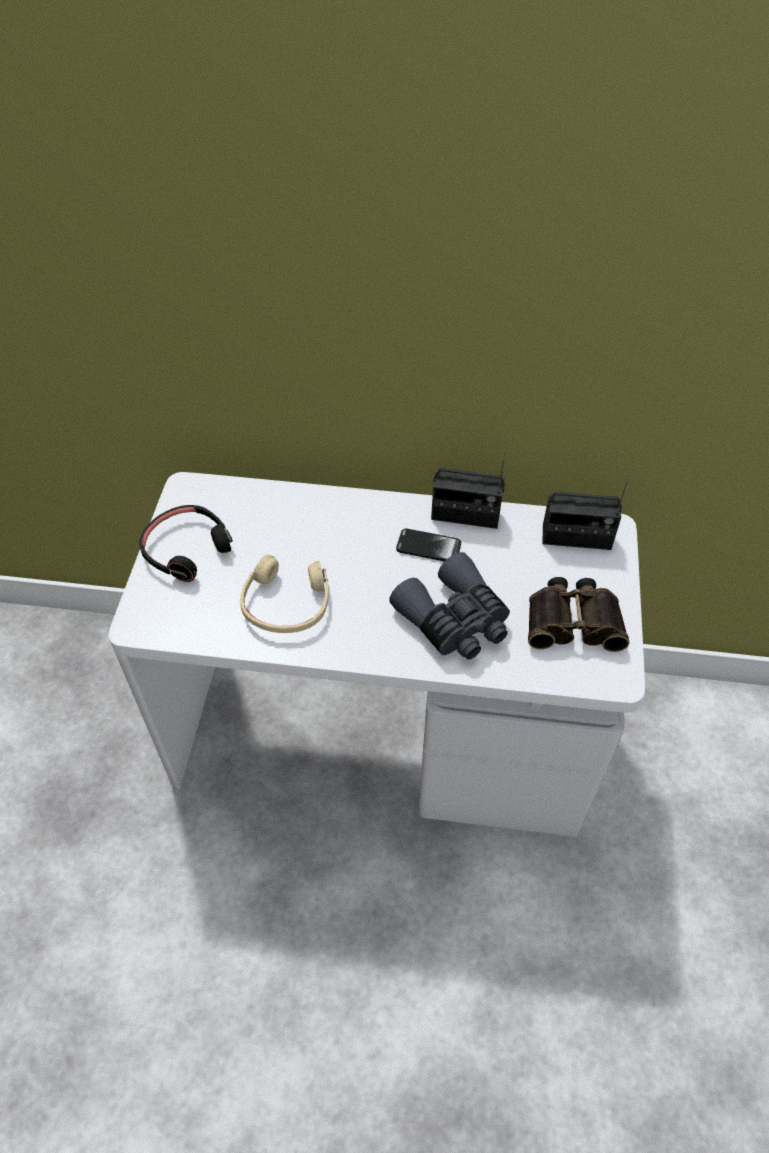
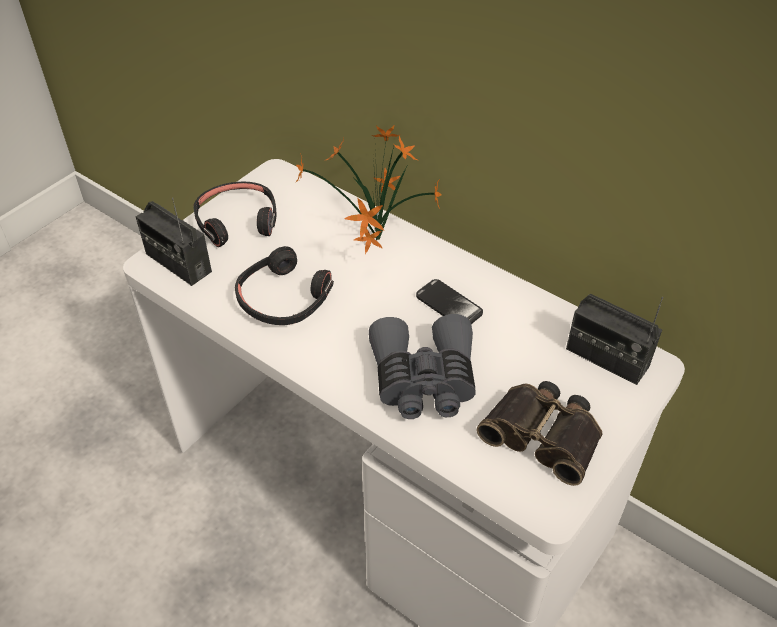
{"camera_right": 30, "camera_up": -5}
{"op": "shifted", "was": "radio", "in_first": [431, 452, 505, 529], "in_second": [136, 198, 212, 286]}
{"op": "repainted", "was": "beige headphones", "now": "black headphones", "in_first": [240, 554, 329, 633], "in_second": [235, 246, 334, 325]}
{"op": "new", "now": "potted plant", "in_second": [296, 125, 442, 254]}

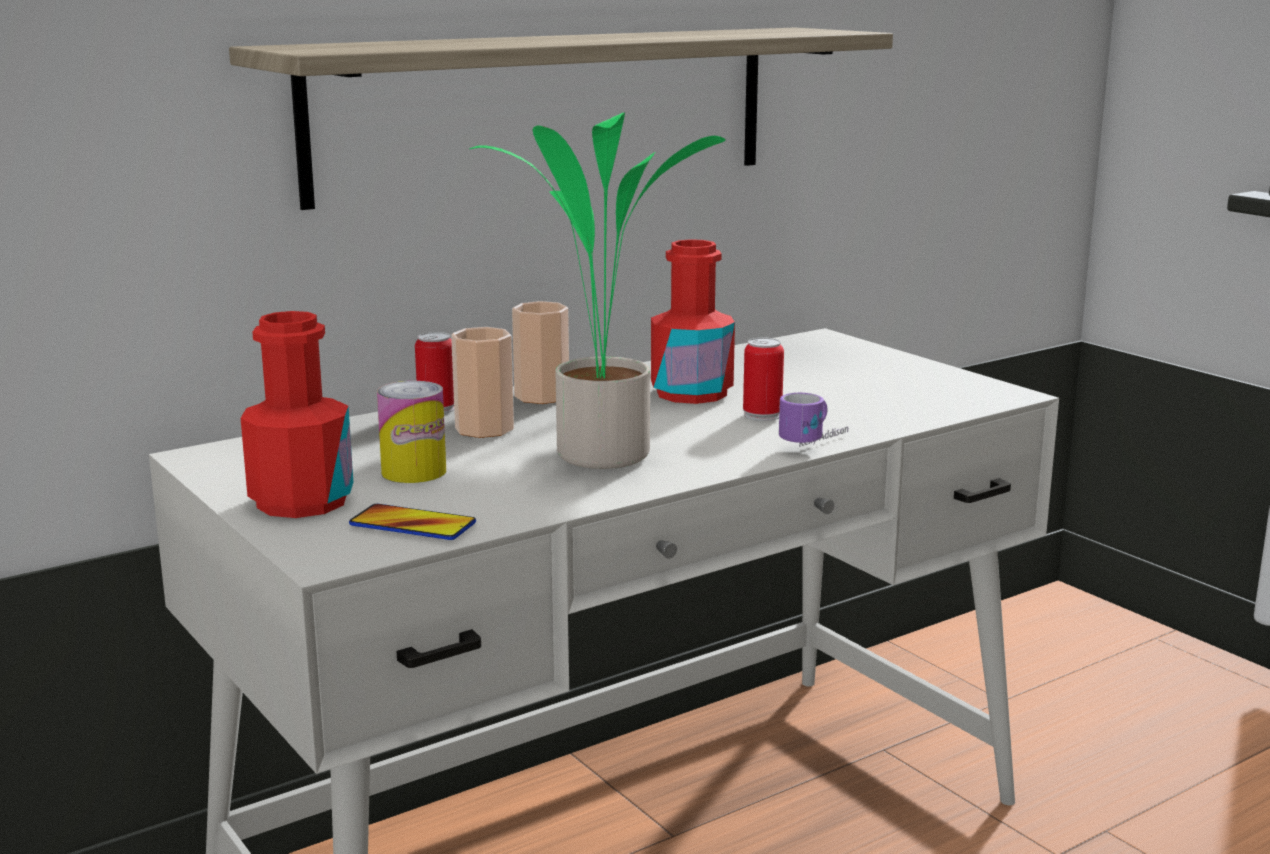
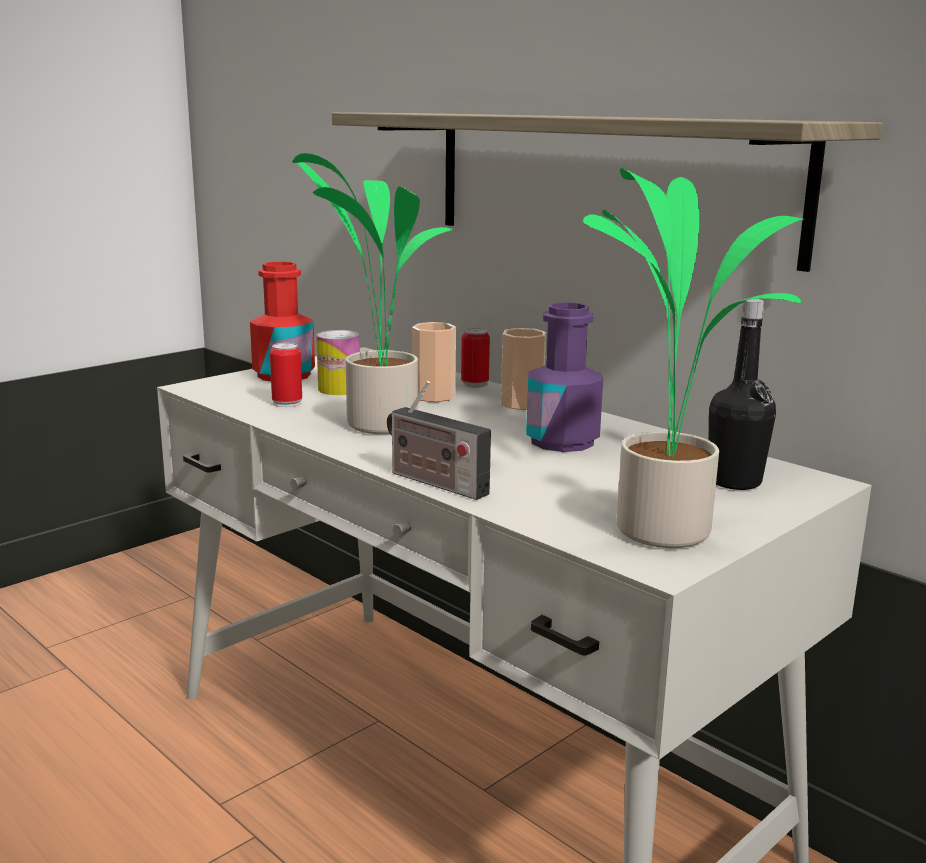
{"camera_right": 80, "camera_up": 0}
{"op": "shifted", "was": "can", "in_first": [743, 338, 784, 421], "in_second": [270, 343, 302, 407]}
{"op": "swapped", "was": "mug", "now": "radio", "in_first": [779, 393, 848, 447], "in_second": [387, 381, 491, 500]}
{"op": "repainted", "was": "red bottle", "now": "purple bottle", "in_first": [651, 239, 735, 404], "in_second": [526, 302, 603, 452]}
{"op": "new", "now": "potted plant", "in_second": [583, 168, 805, 548]}
{"op": "new", "now": "black bottle", "in_second": [709, 299, 776, 490]}
{"op": "gone", "was": "phone", "in_first": [349, 504, 476, 540]}

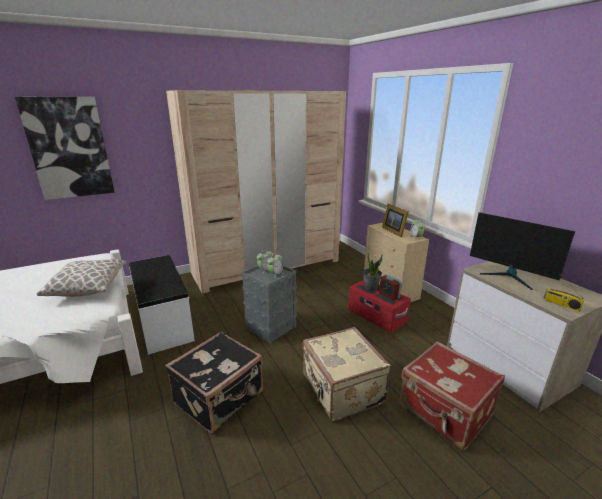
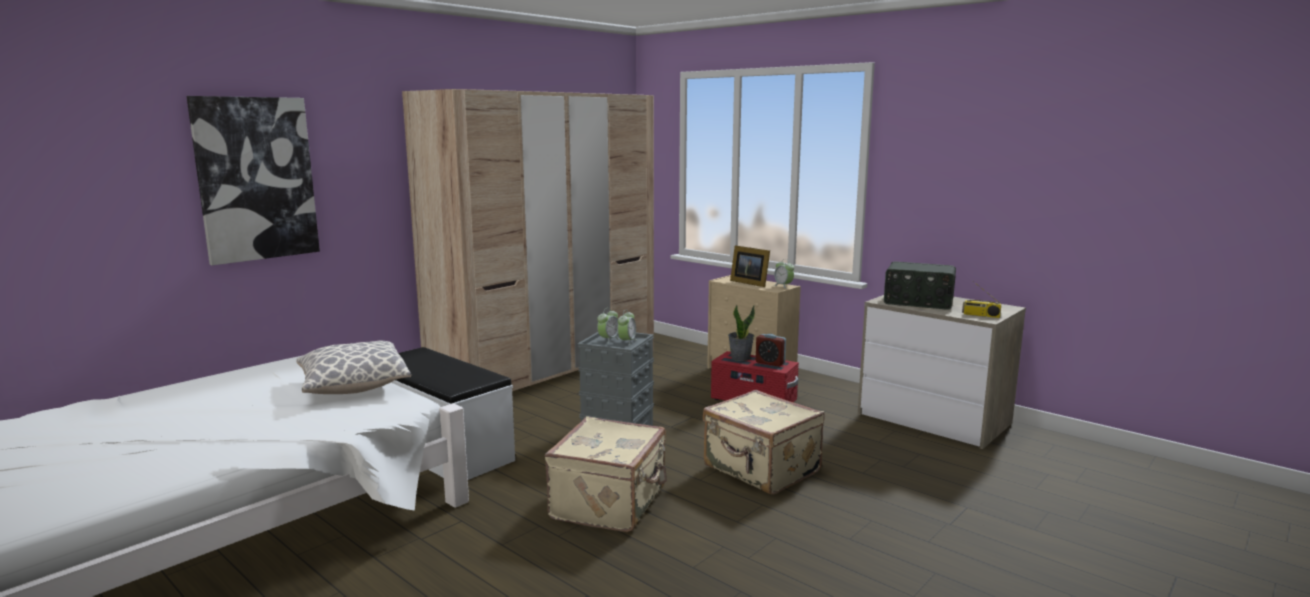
{"camera_right": -20, "camera_up": -10}
{"op": "repainted", "was": "black suitcase", "now": "beige suitcase", "in_first": [165, 331, 263, 433], "in_second": [545, 416, 667, 532]}
{"op": "swapped", "was": "monitor", "now": "radio", "in_first": [470, 212, 575, 290], "in_second": [884, 262, 956, 310]}
{"op": "gone", "was": "red suitcase", "in_first": [399, 341, 505, 450]}

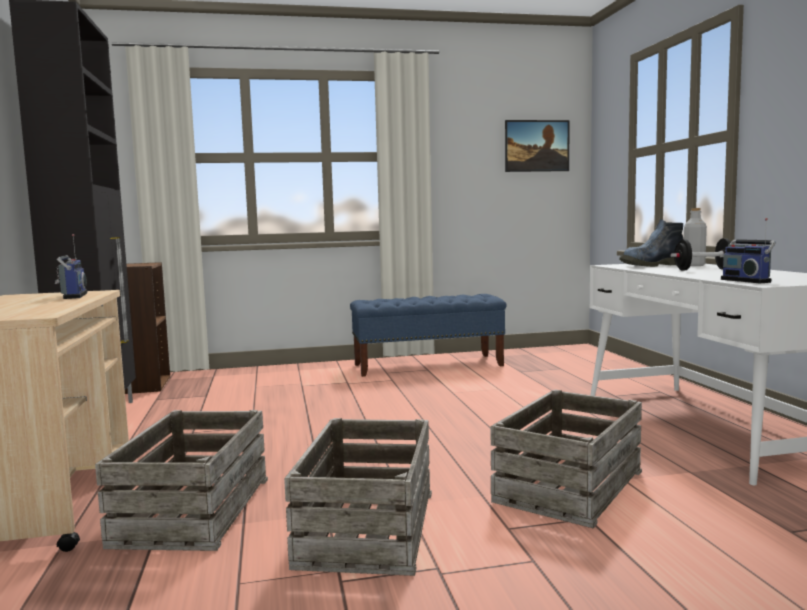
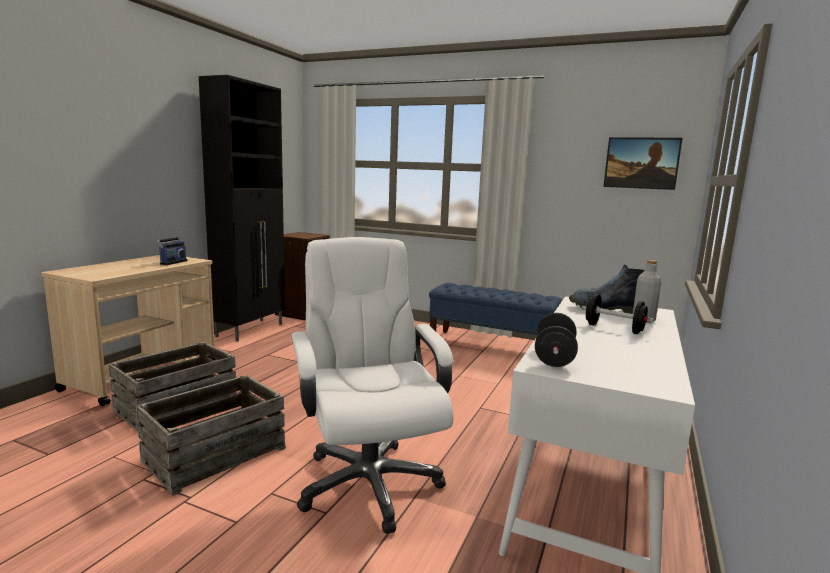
{"camera_right": 35, "camera_up": 5}
{"op": "swapped", "was": "crate", "now": "white office chair", "in_first": [491, 390, 642, 528], "in_second": [291, 237, 454, 534]}
{"op": "swapped", "was": "radio", "now": "black dumbbell", "in_first": [721, 218, 776, 283], "in_second": [535, 313, 578, 367]}

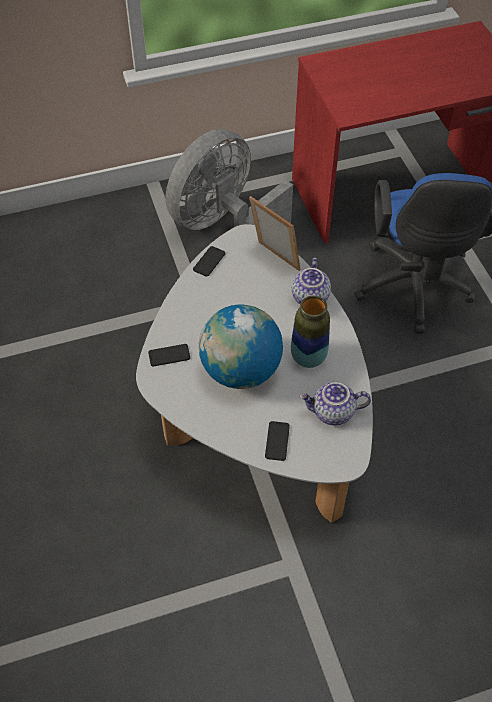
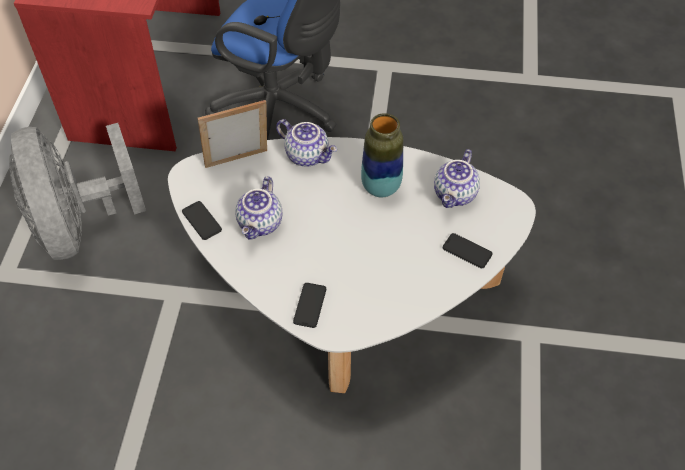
{"camera_right": -65, "camera_up": 0}
{"op": "new", "now": "teapot", "in_second": [235, 176, 282, 240]}
{"op": "gone", "was": "globe", "in_first": [199, 304, 283, 389]}

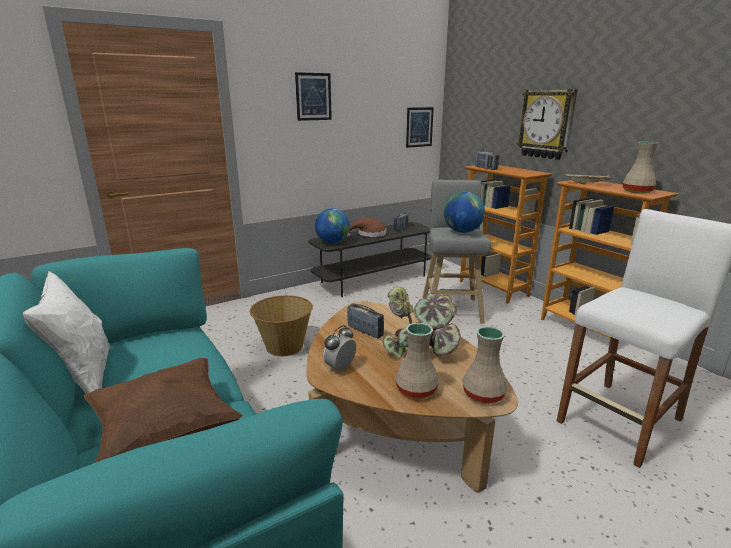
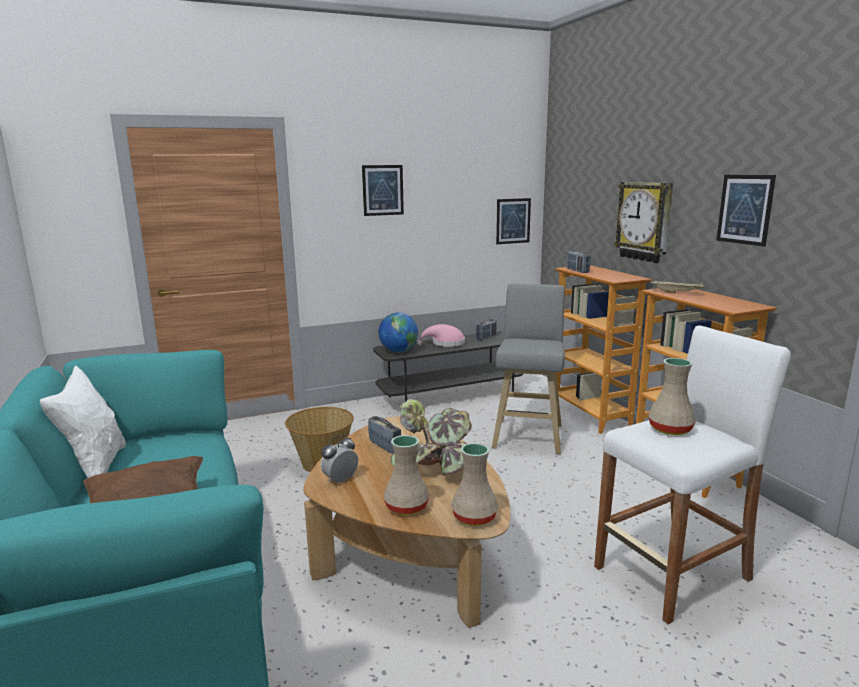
{"camera_right": 10, "camera_up": -5}
{"op": "repainted", "was": "brown hat", "now": "pink hat", "in_first": [347, 218, 386, 237], "in_second": [417, 324, 465, 347]}
{"op": "shifted", "was": "beige vase", "in_first": [623, 142, 659, 193], "in_second": [648, 358, 696, 435]}
{"op": "new", "now": "picture", "in_second": [716, 175, 776, 247]}
{"op": "gone", "was": "globe", "in_first": [444, 192, 485, 233]}

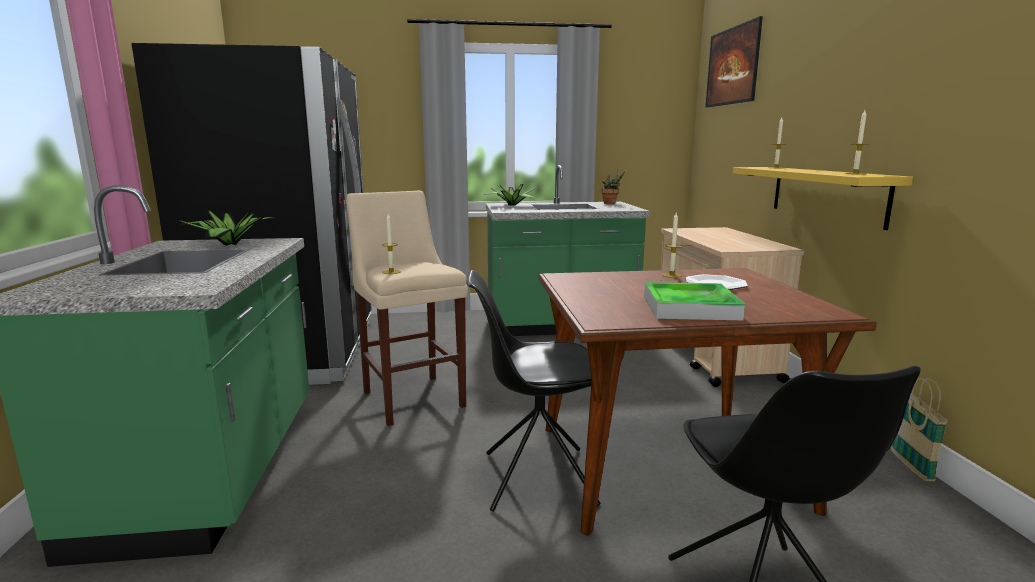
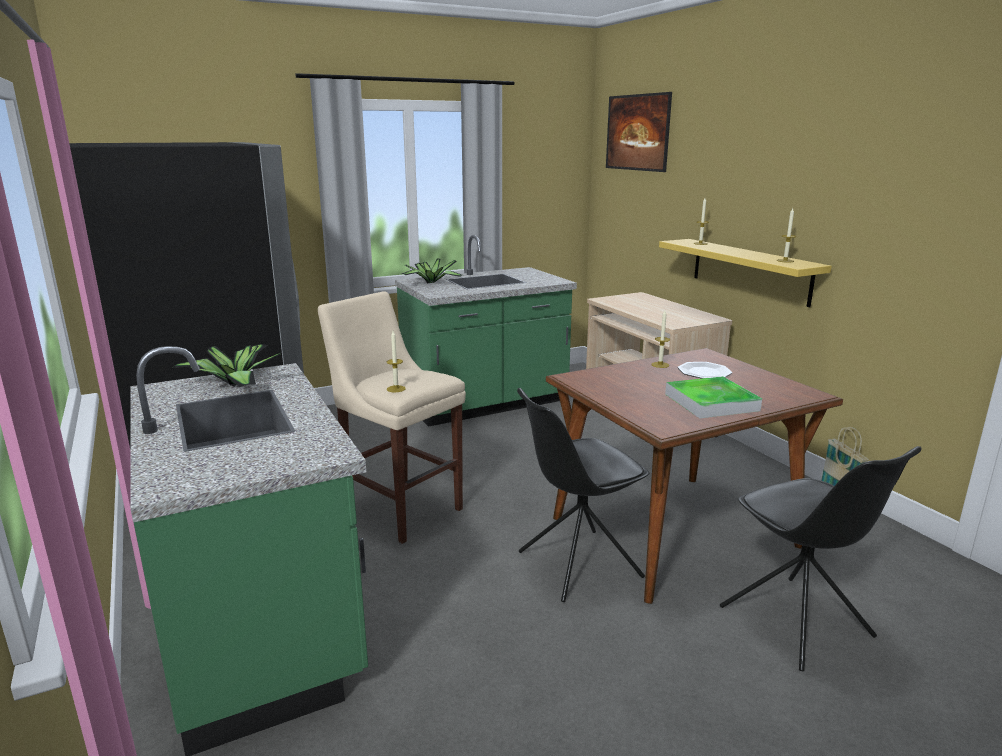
{"camera_right": -20, "camera_up": 5}
{"op": "gone", "was": "potted plant", "in_first": [601, 170, 625, 204]}

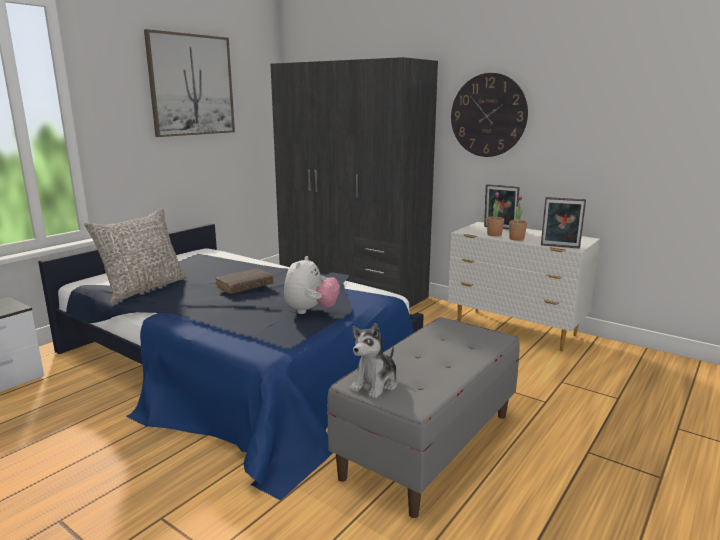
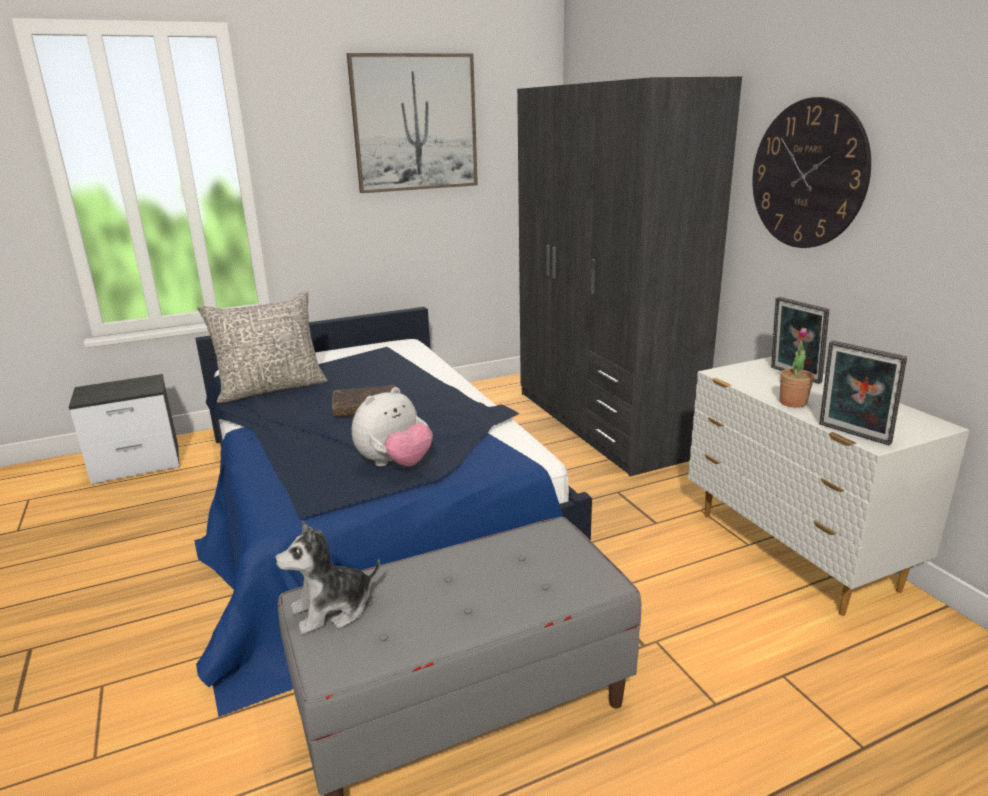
{"camera_right": 30, "camera_up": 5}
{"op": "gone", "was": "potted plant", "in_first": [487, 192, 504, 236]}

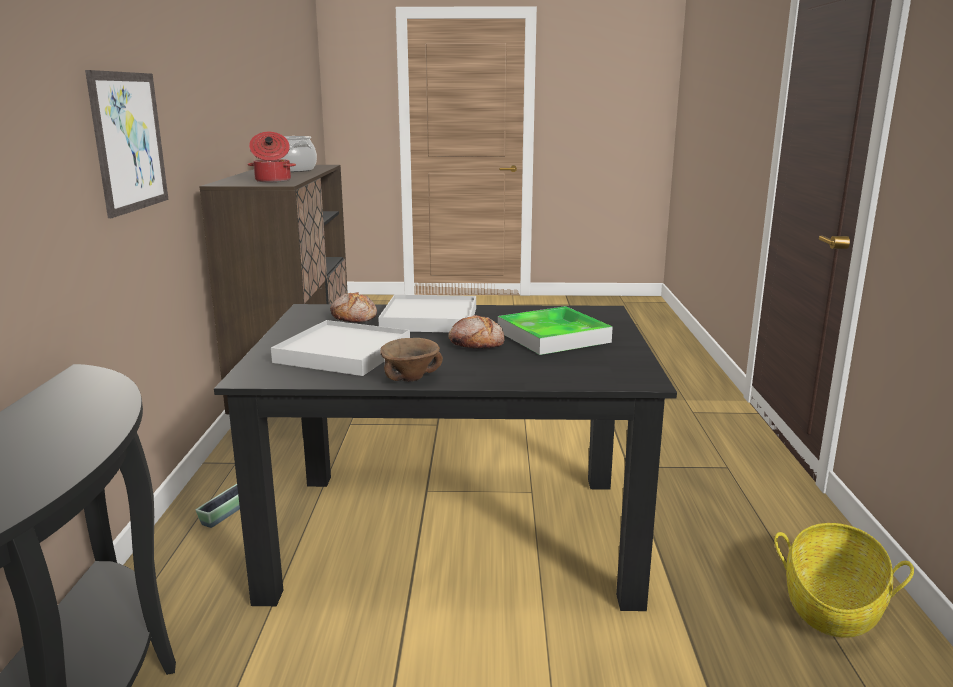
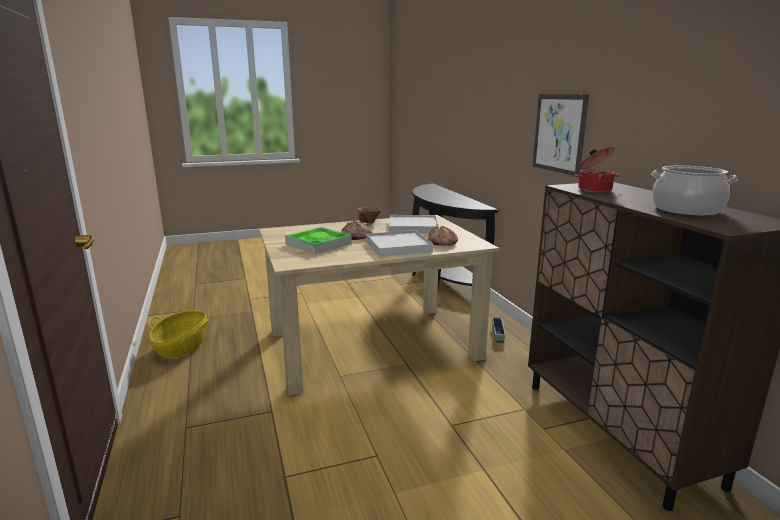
{"camera_right": 160, "camera_up": 0}
{"op": "repainted", "was": "black dining table", "now": "beige dining table", "in_first": [214, 304, 677, 611], "in_second": [259, 215, 499, 395]}

